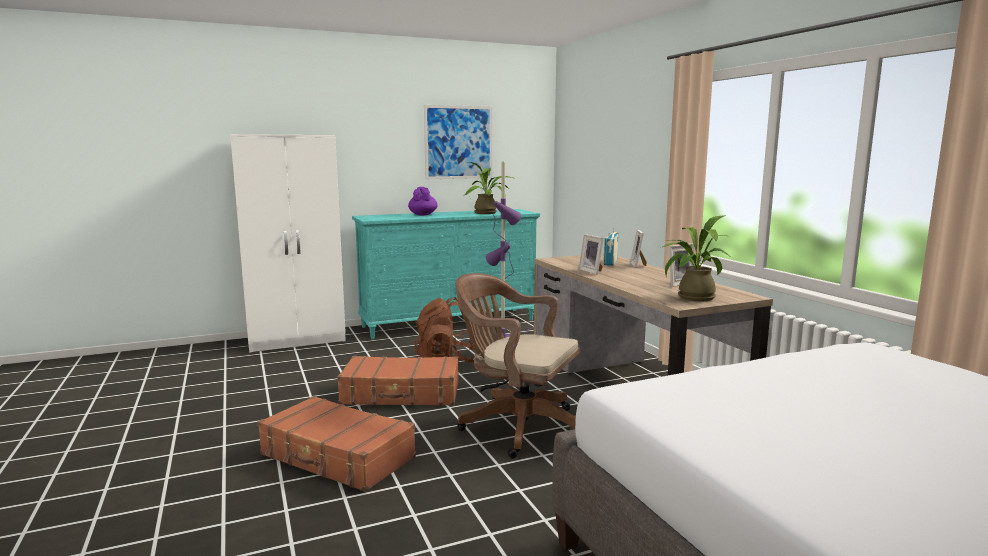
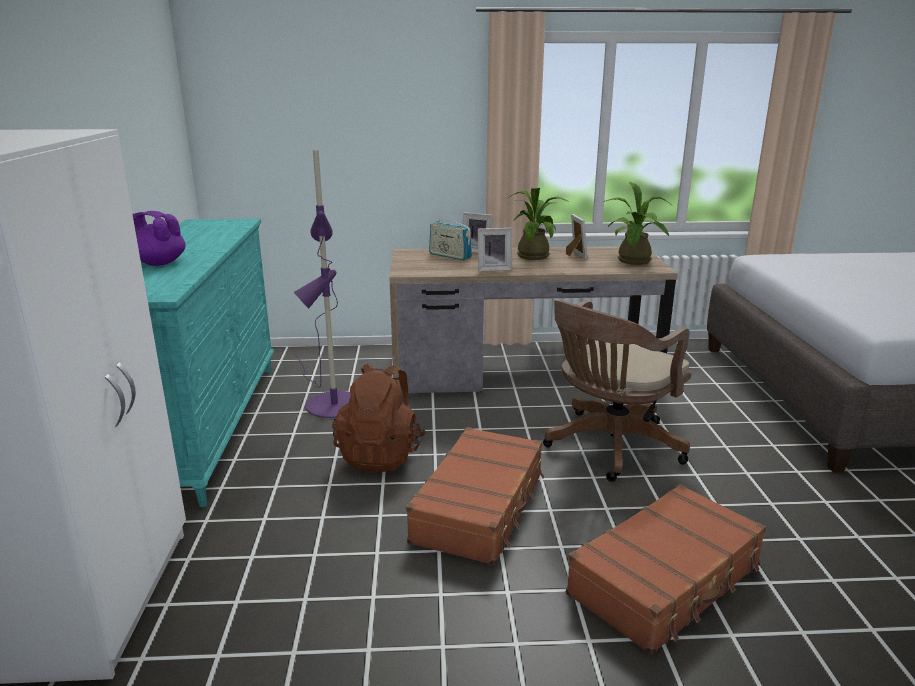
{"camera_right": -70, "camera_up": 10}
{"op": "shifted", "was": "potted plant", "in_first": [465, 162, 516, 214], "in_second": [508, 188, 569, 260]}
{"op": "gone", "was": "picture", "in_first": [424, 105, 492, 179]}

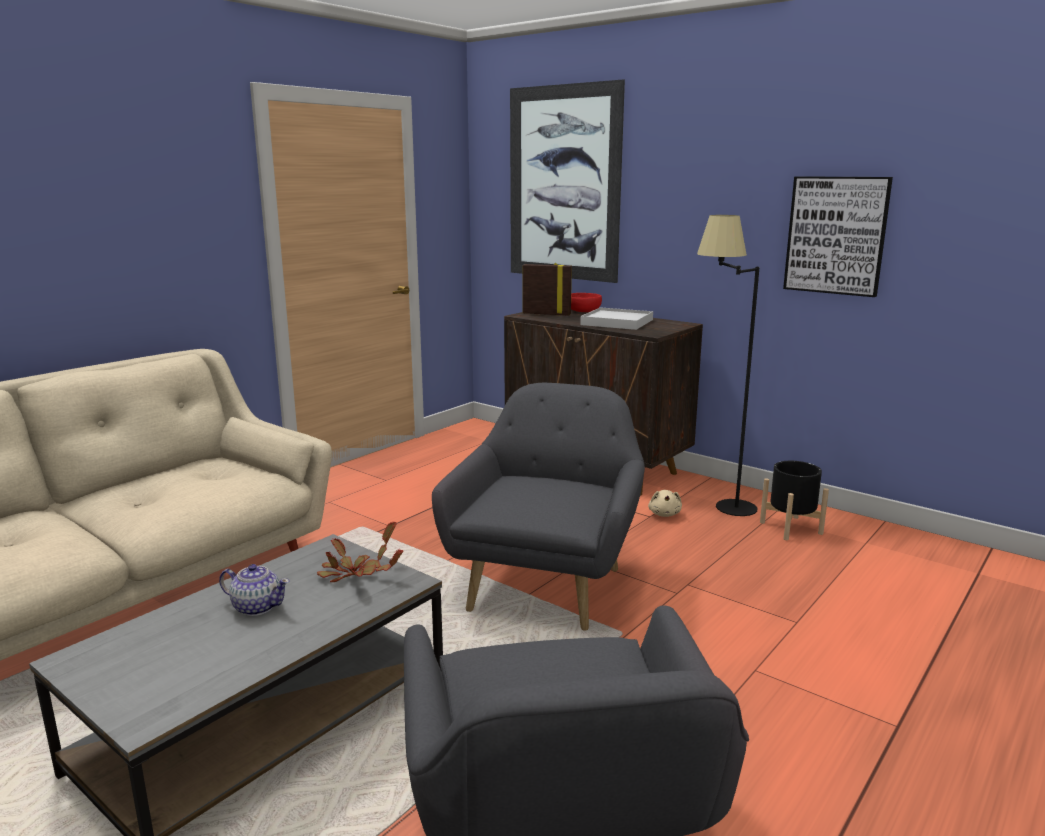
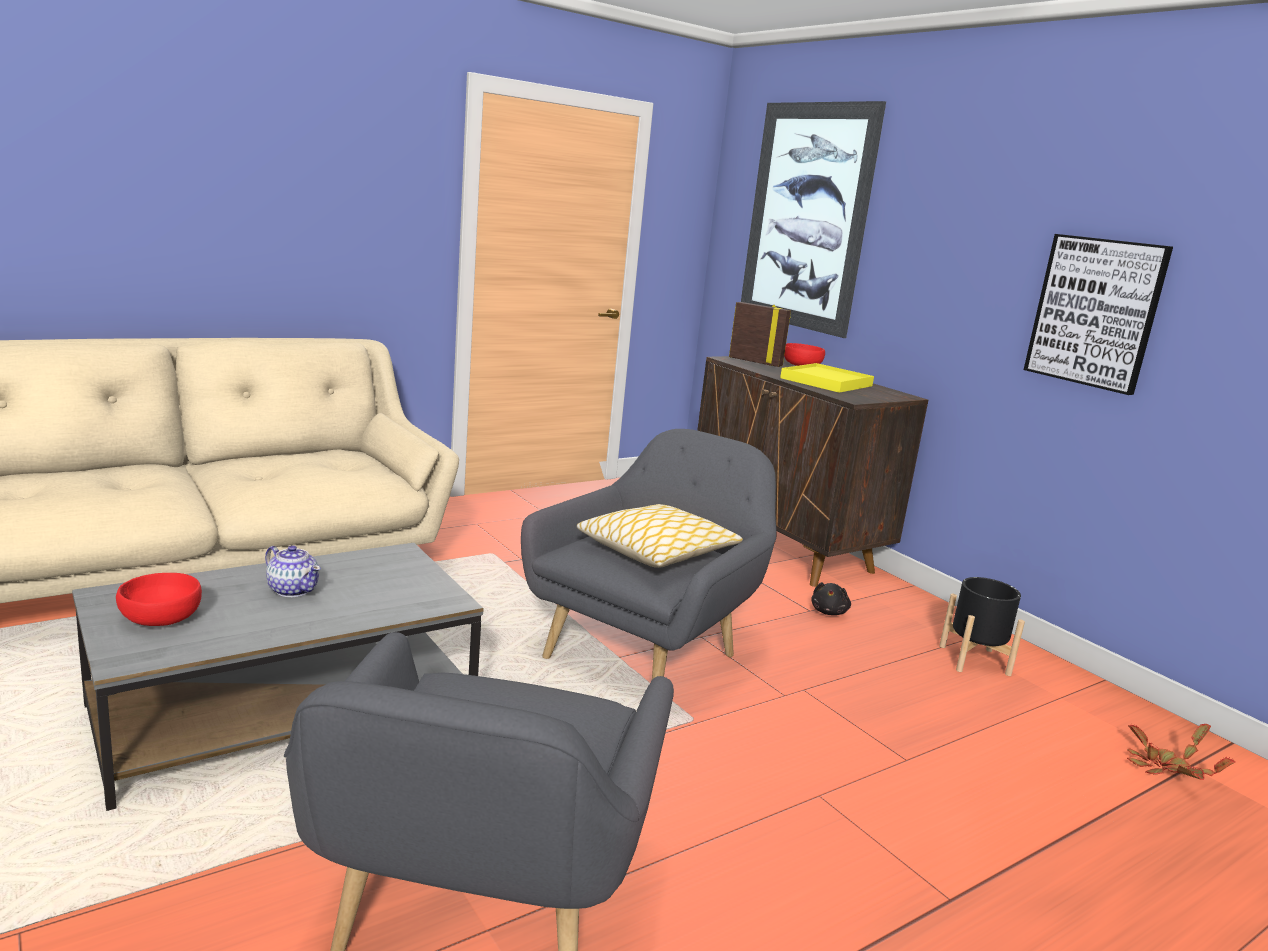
{"camera_right": 15, "camera_up": 0}
{"op": "new", "now": "red bowl", "in_second": [116, 573, 202, 626]}
{"op": "new", "now": "pillow", "in_second": [577, 504, 743, 568]}
{"op": "repainted", "was": "white tray", "now": "yellow tray", "in_first": [580, 307, 653, 330], "in_second": [780, 363, 874, 393]}
{"op": "repainted", "was": "beige plush toy", "now": "black plush toy", "in_first": [648, 490, 682, 517], "in_second": [811, 582, 851, 615]}
{"op": "shifted", "was": "potted plant", "in_first": [317, 522, 403, 582], "in_second": [1127, 723, 1235, 780]}
{"op": "gone", "was": "black floor lamp", "in_first": [697, 215, 760, 516]}

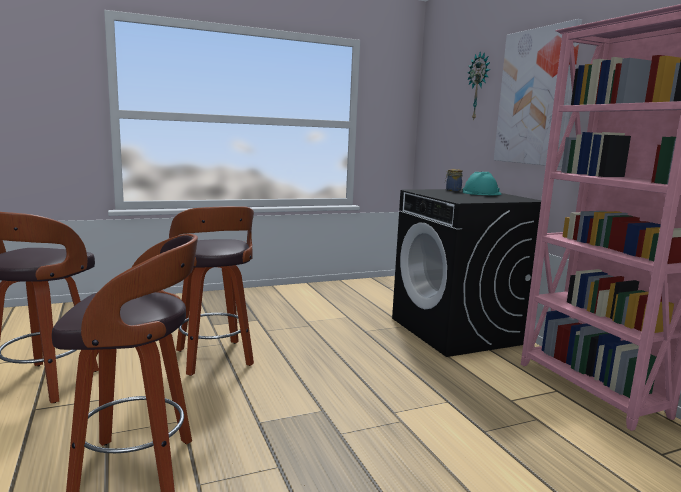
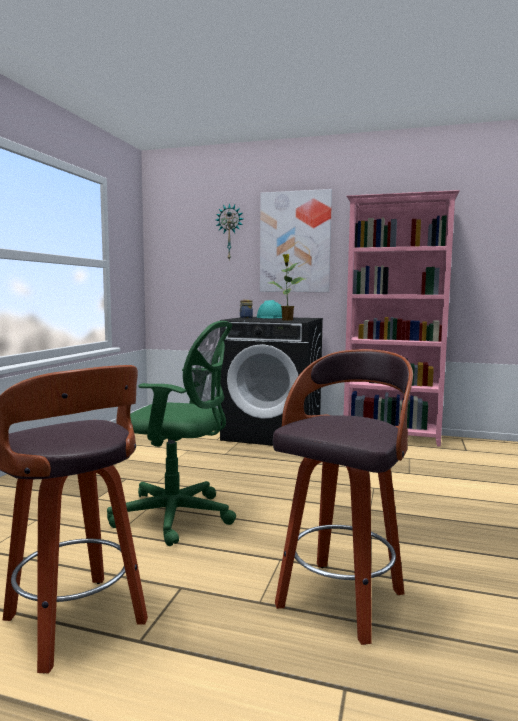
{"camera_right": -50, "camera_up": -5}
{"op": "swapped", "was": "stool", "now": "green office chair", "in_first": [169, 206, 254, 376], "in_second": [107, 321, 236, 546]}
{"op": "new", "now": "potted plant", "in_second": [269, 254, 305, 320]}

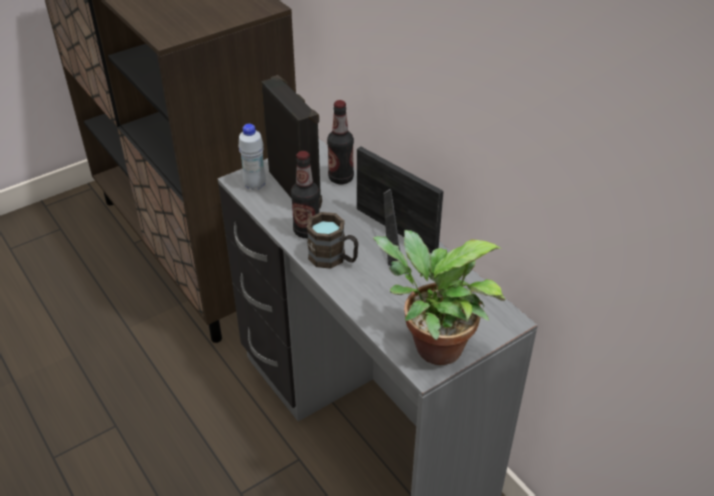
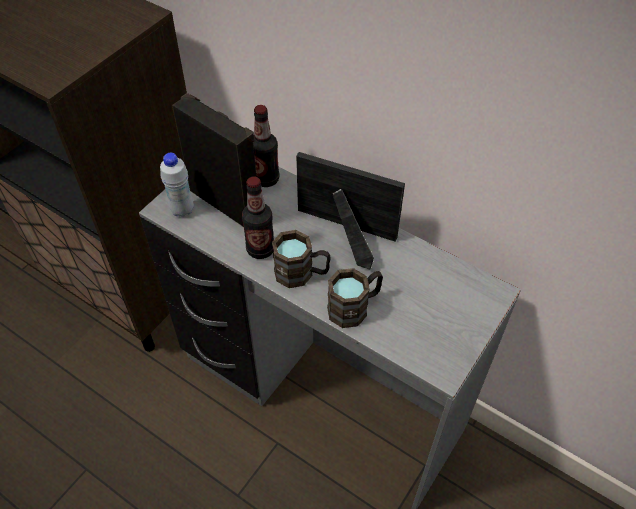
{"camera_right": -20, "camera_up": 10}
{"op": "new", "now": "brown mug", "in_second": [327, 268, 383, 328]}
{"op": "gone", "was": "potted plant", "in_first": [373, 230, 506, 365]}

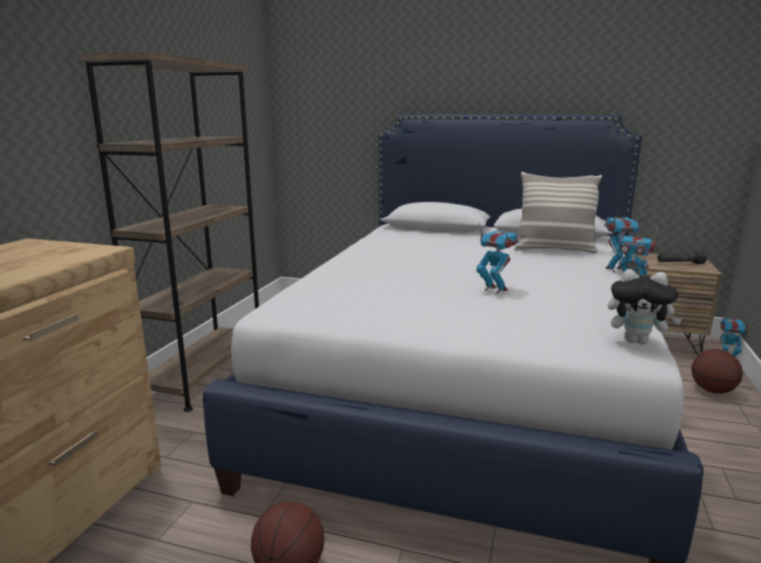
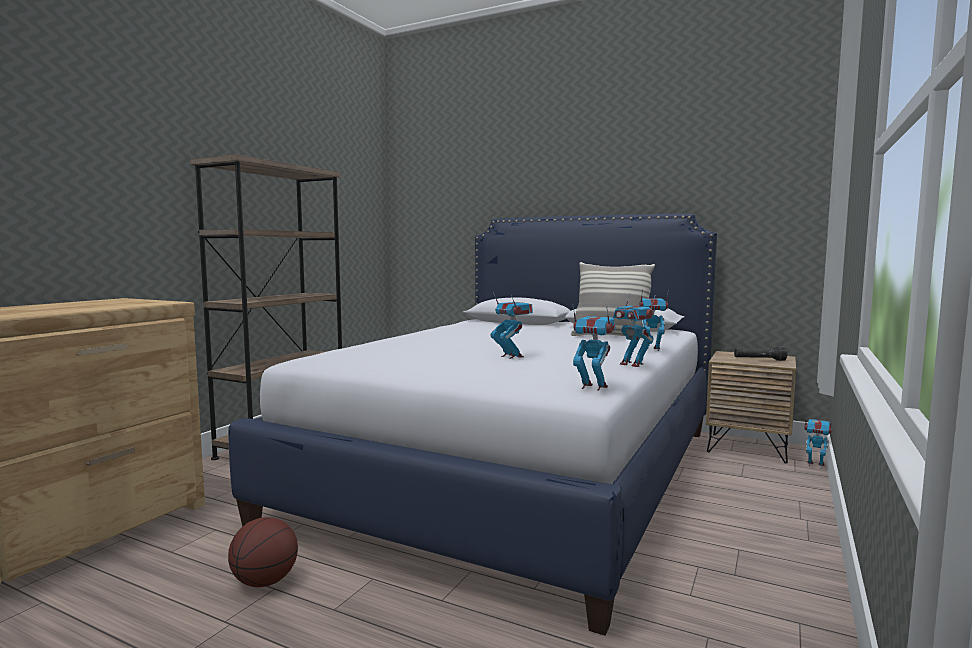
{"camera_right": 10, "camera_up": -10}
{"op": "swapped", "was": "plush toy", "now": "toy robot", "in_first": [608, 269, 683, 344], "in_second": [572, 305, 616, 391]}
{"op": "gone", "was": "basketball", "in_first": [691, 349, 743, 394]}

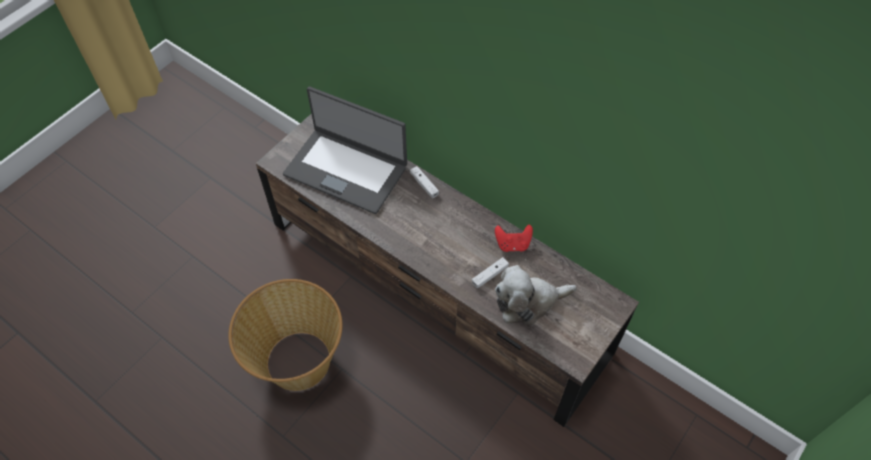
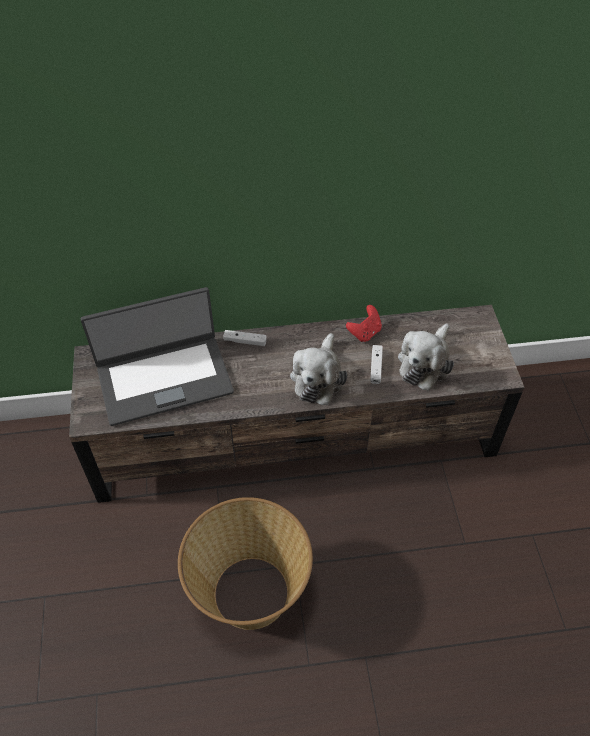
{"camera_right": -45, "camera_up": -5}
{"op": "new", "now": "plush toy", "in_second": [290, 333, 348, 405]}

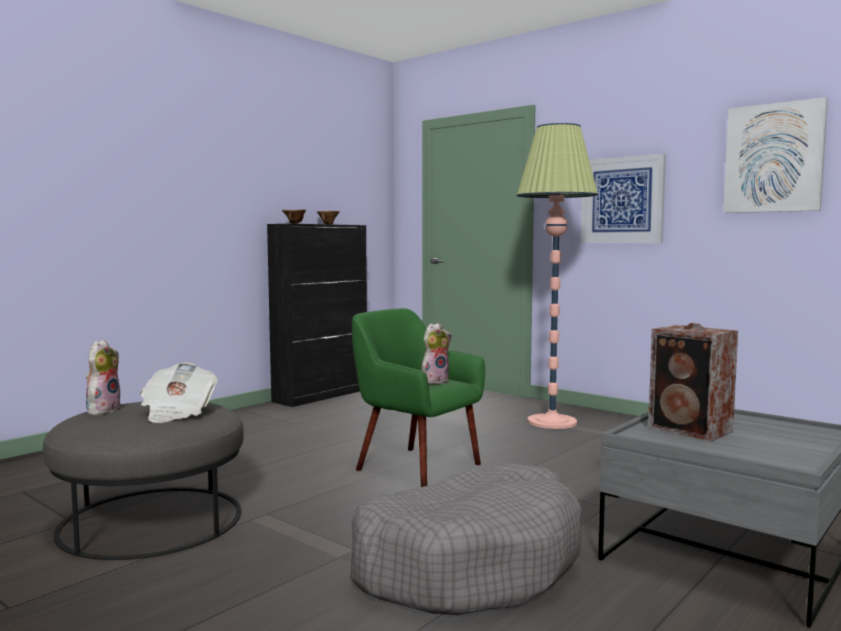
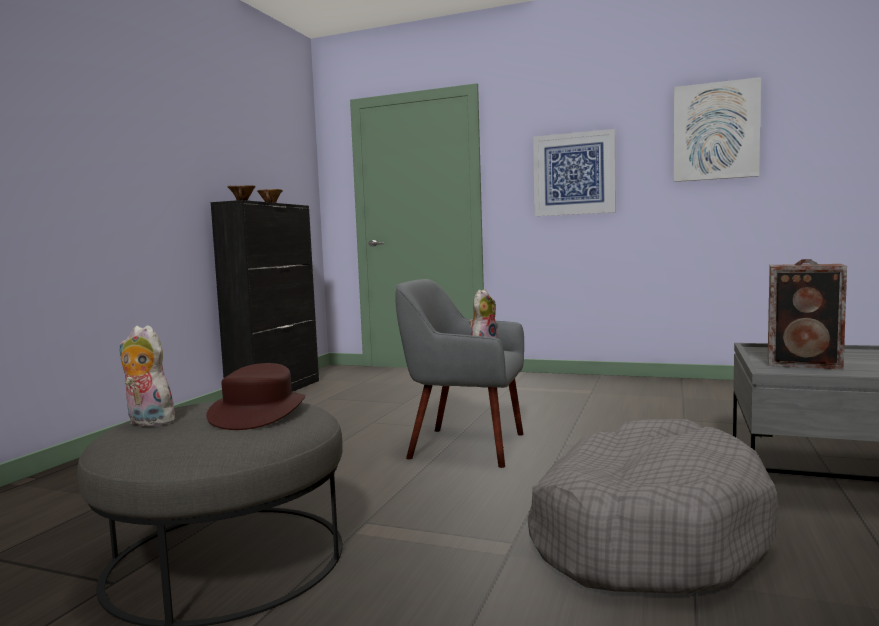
{"camera_right": -20, "camera_up": 0}
{"op": "rotated", "was": "plush toy", "in_first": [86, 340, 121, 415], "in_second": [119, 325, 181, 426], "clockwise": -60}
{"op": "swapped", "was": "newspaper", "now": "brown hat", "in_first": [140, 363, 218, 423], "in_second": [206, 363, 305, 430]}
{"op": "repainted", "was": "green armchair", "now": "grey armchair", "in_first": [352, 308, 485, 487], "in_second": [395, 279, 524, 468]}
{"op": "gone", "was": "floor lamp", "in_first": [517, 123, 598, 429]}

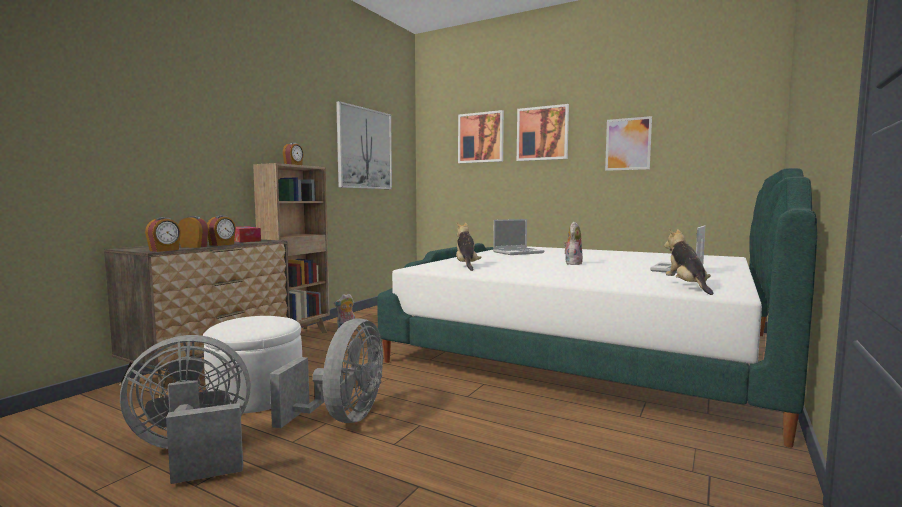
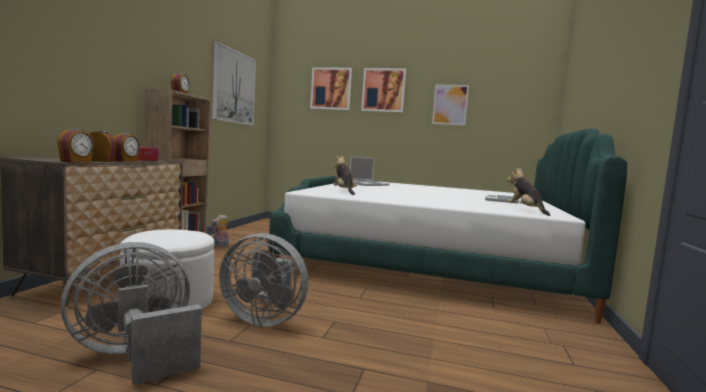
{"camera_right": -15, "camera_up": 0}
{"op": "rotated", "was": "grey fan", "in_first": [270, 318, 383, 428], "in_second": [219, 233, 308, 327], "clockwise": 105}
{"op": "gone", "was": "plush toy", "in_first": [564, 222, 583, 265]}

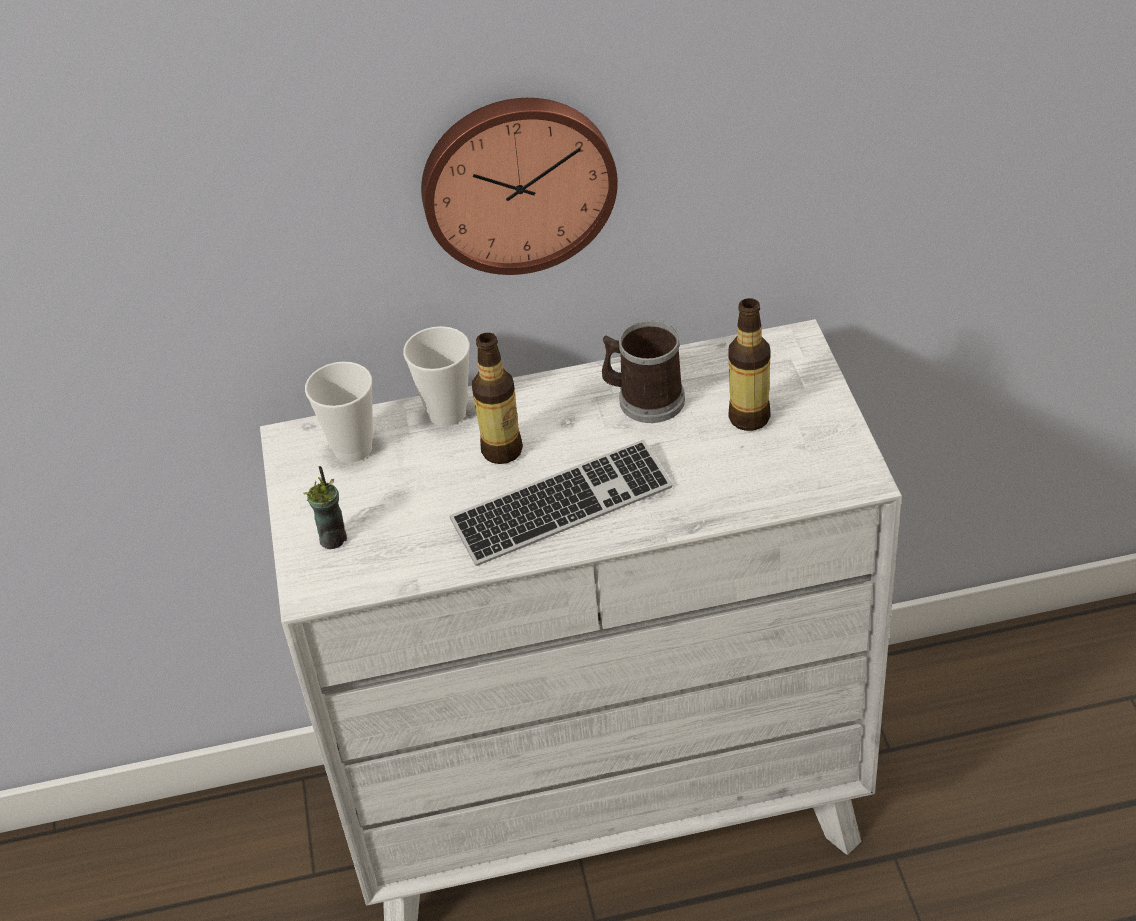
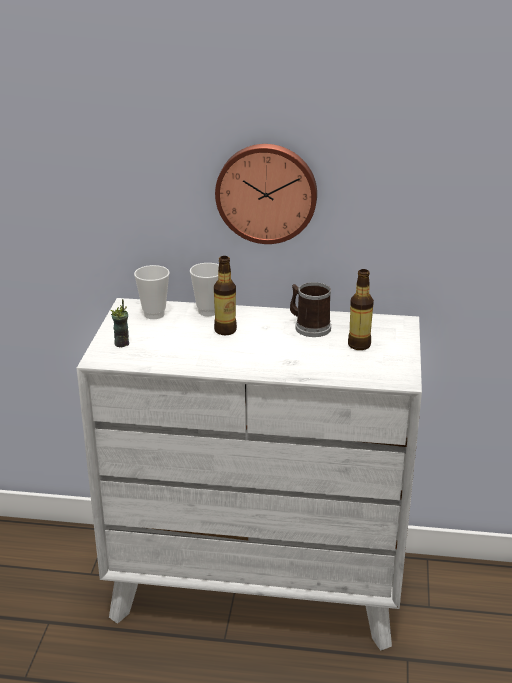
{"camera_right": 15, "camera_up": -15}
{"op": "gone", "was": "keyboard", "in_first": [450, 440, 672, 566]}

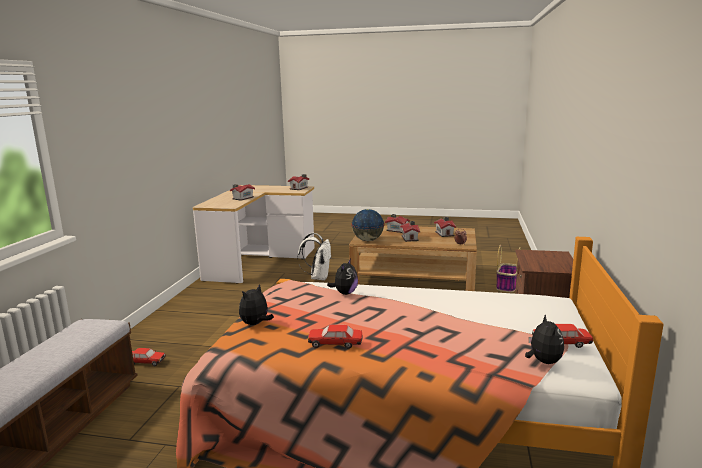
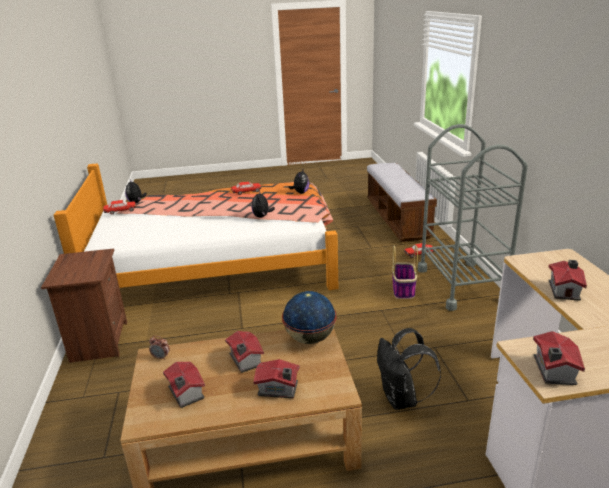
{"camera_right": 160, "camera_up": 10}
{"op": "repainted", "was": "white backpack", "now": "black backpack", "in_first": [297, 233, 332, 281], "in_second": [377, 328, 441, 410]}
{"op": "shifted", "was": "basket", "in_first": [496, 245, 521, 292], "in_second": [392, 245, 418, 299]}
{"op": "new", "now": "grey cart", "in_second": [418, 124, 528, 311]}

